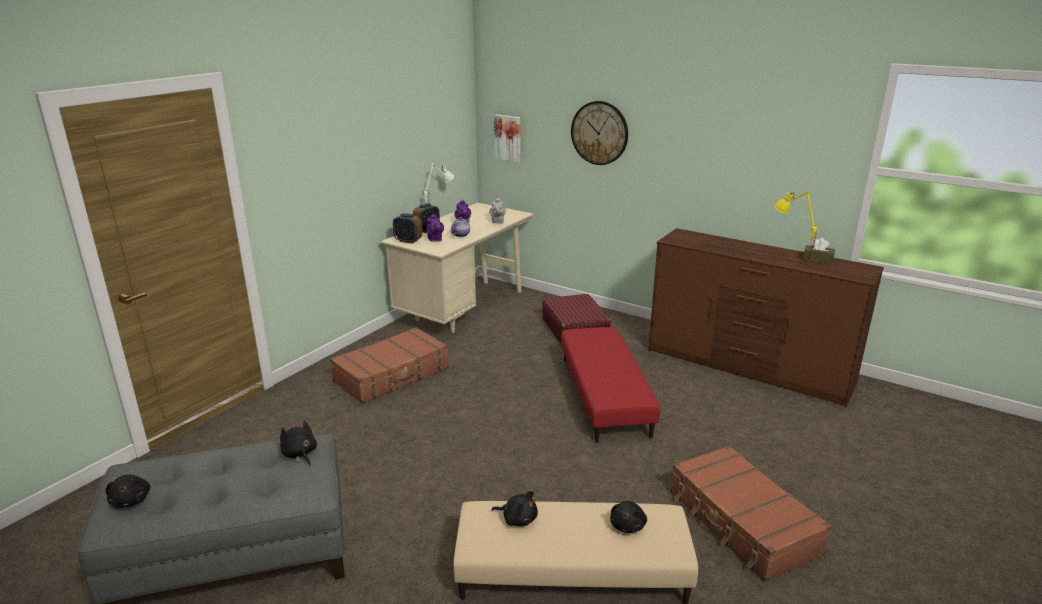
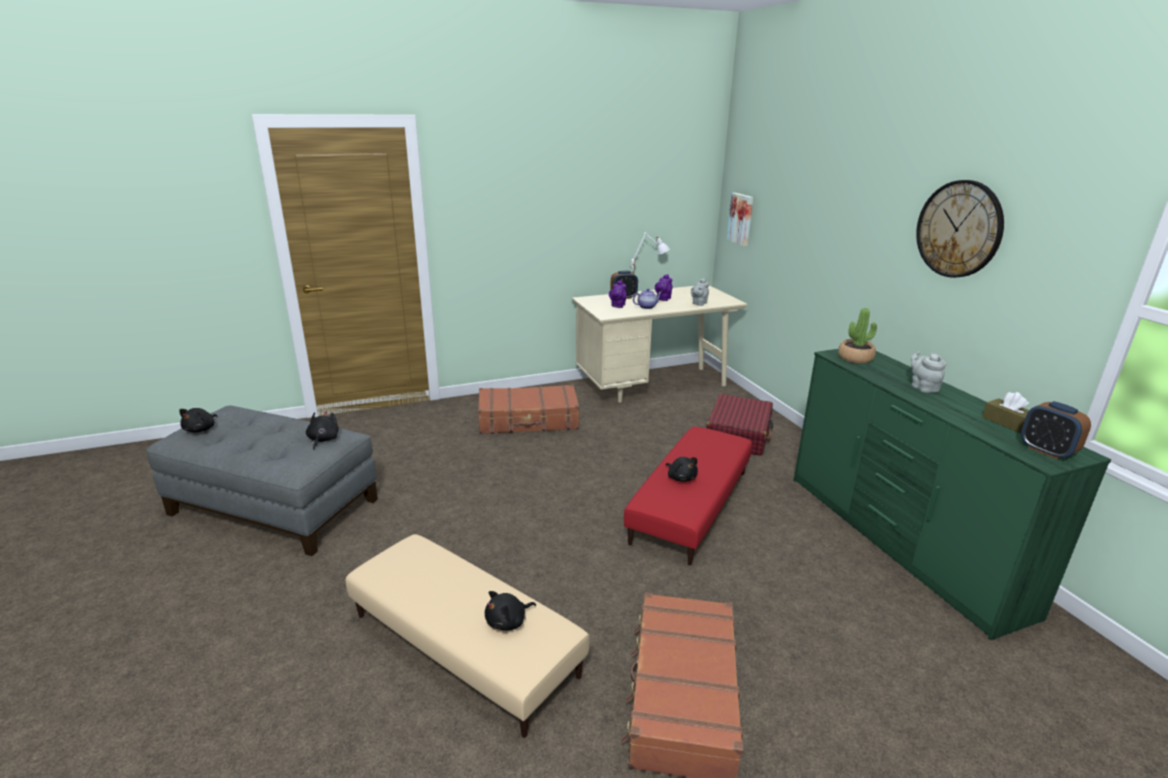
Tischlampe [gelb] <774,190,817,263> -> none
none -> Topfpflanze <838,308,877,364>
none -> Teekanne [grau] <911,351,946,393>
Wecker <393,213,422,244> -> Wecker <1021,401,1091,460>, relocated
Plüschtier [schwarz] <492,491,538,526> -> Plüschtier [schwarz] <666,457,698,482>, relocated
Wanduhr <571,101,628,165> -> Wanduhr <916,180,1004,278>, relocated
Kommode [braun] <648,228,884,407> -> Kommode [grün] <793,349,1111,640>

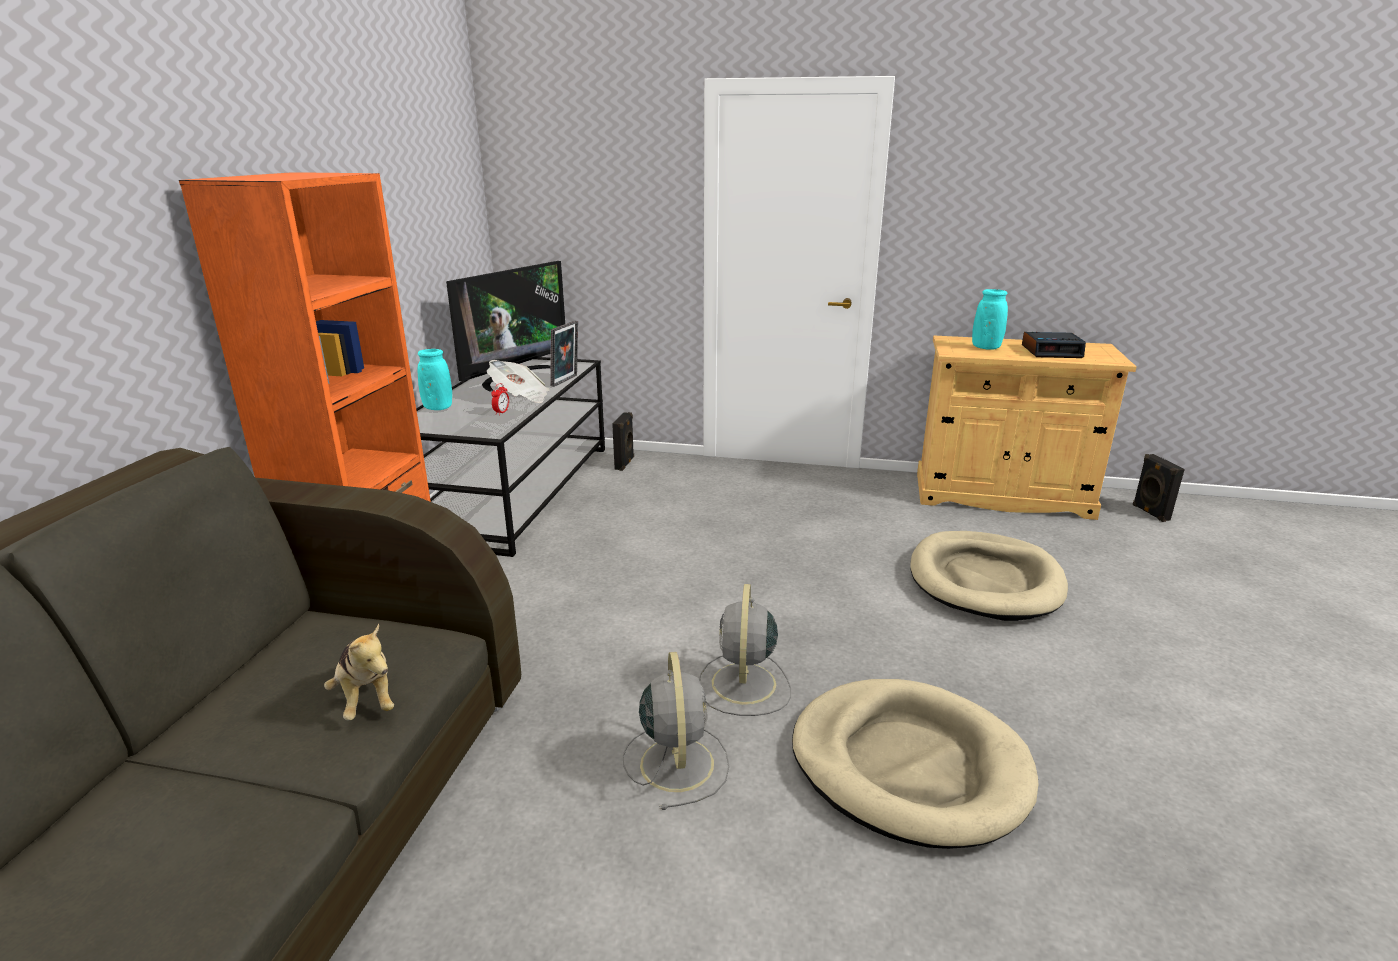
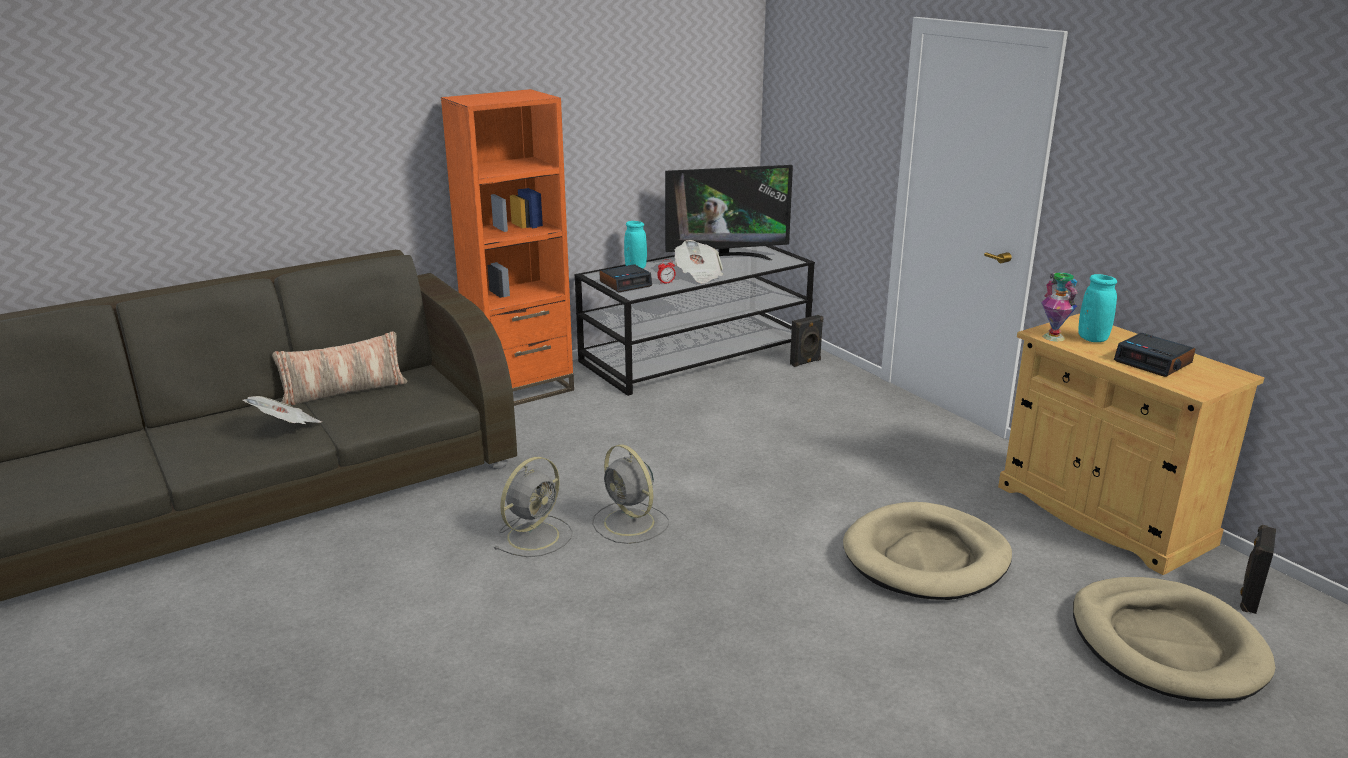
Plüschtier <324,624,394,720> -> none
Bilderrahmen <550,321,578,387> -> none
none -> Zeitung <243,396,322,424>
none -> Kissen <272,331,407,405>
none -> Wecker <599,264,652,292>
none -> Vase <1041,273,1078,342>
Hundebett [beige] <792,679,1039,849> -> Hundebett [beige] <1073,577,1275,702>, relocated
Ventilator [grau] <699,584,791,716> -> Ventilator [grau] <592,444,669,544>, 90 degrees counterclockwise

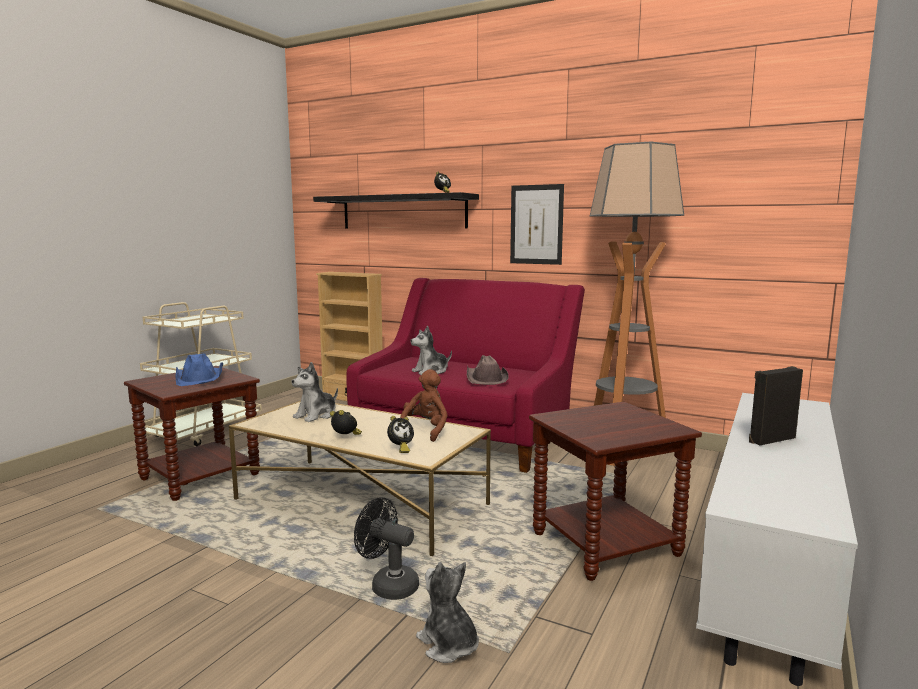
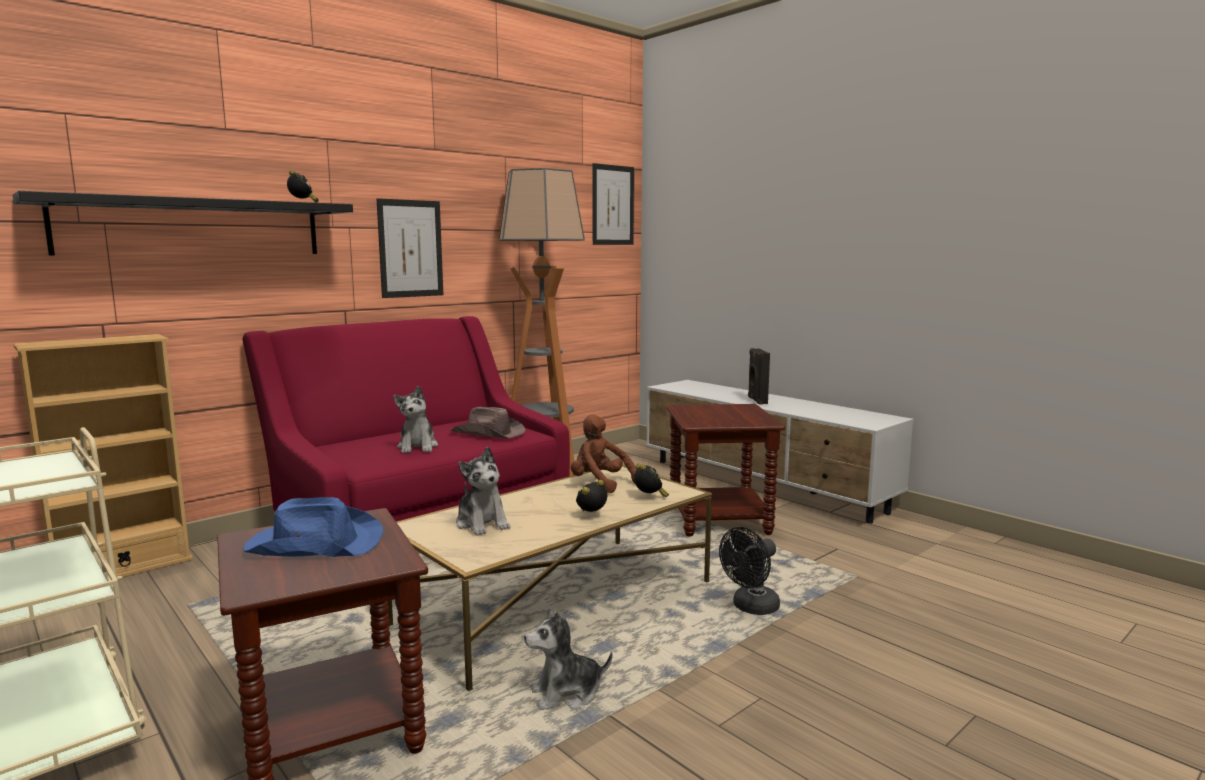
none -> Bild <592,163,634,245>
Plüschtier <416,562,479,663> -> Plüschtier <524,608,612,710>, relocated

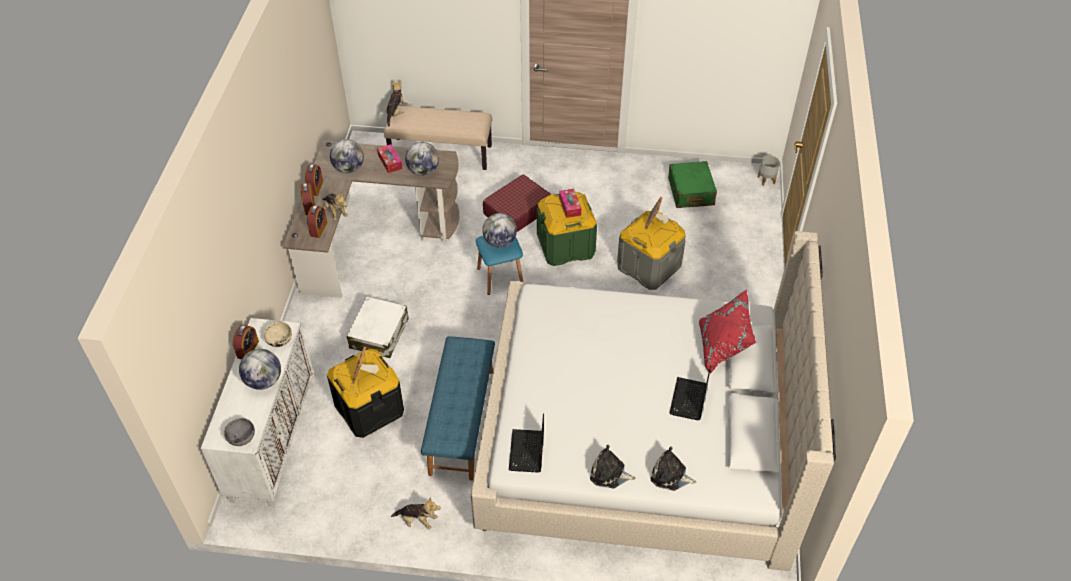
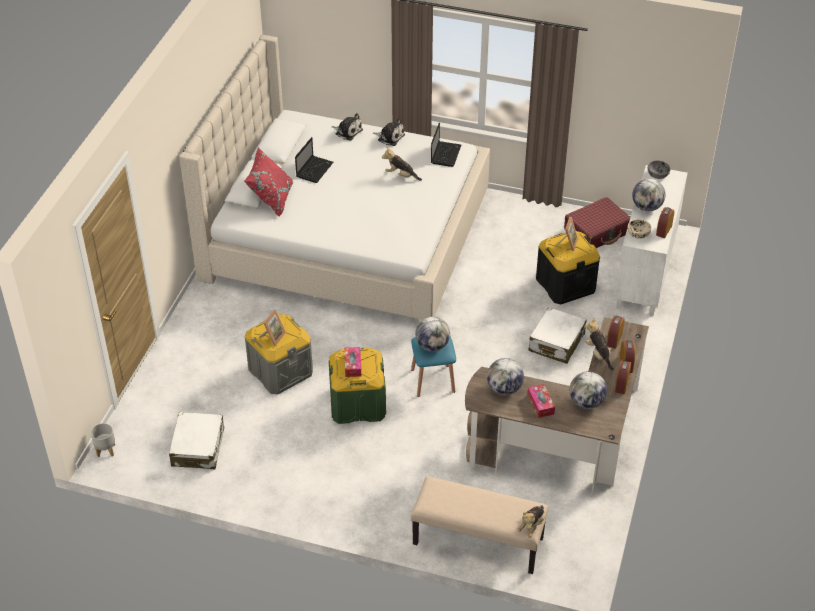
Bank [blau] <421,336,495,481> -> none
Plüschtier <391,497,441,529> -> Plüschtier <382,147,422,181>, relocated
Koffer [rot] <483,174,551,232> -> Koffer [rot] <564,197,631,248>, relocated
Koffer [grün] <668,161,717,208> -> Koffer [weiß] <169,412,224,469>

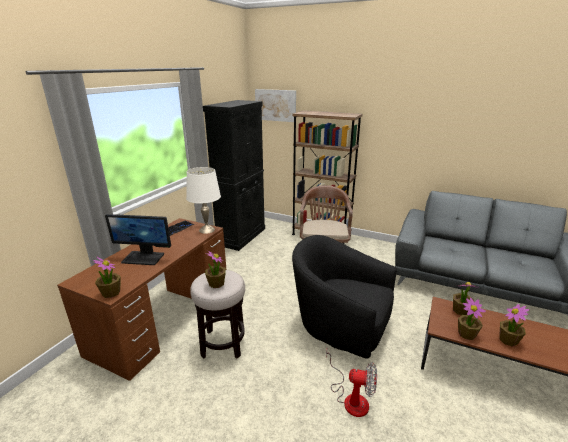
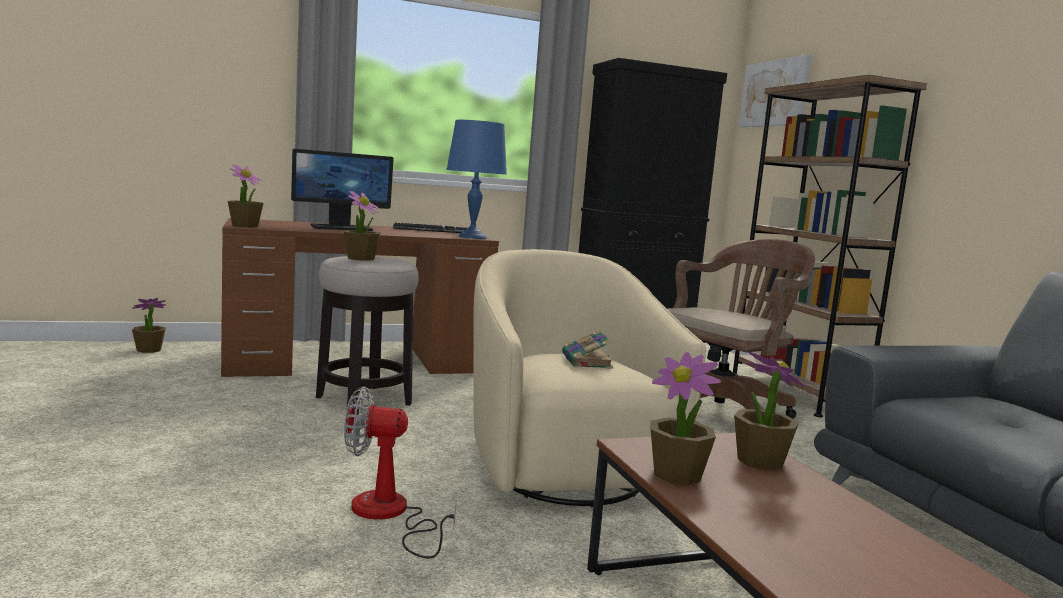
none -> Buch <562,330,613,369>
Topfpflanze <499,304,529,346> -> Topfpflanze <132,298,166,353>, relocated
Tischlampe [weiß] <186,167,221,234> -> Tischlampe [blau] <446,120,507,239>
Sessel [schwarz] <292,235,397,359> -> Sessel [beige] <473,249,706,507>
Monitor <105,214,171,265> -> Monitor <291,149,394,231>, 75 degrees counterclockwise
Ventilator <326,350,377,417> -> Ventilator <344,387,457,558>, 120 degrees clockwise

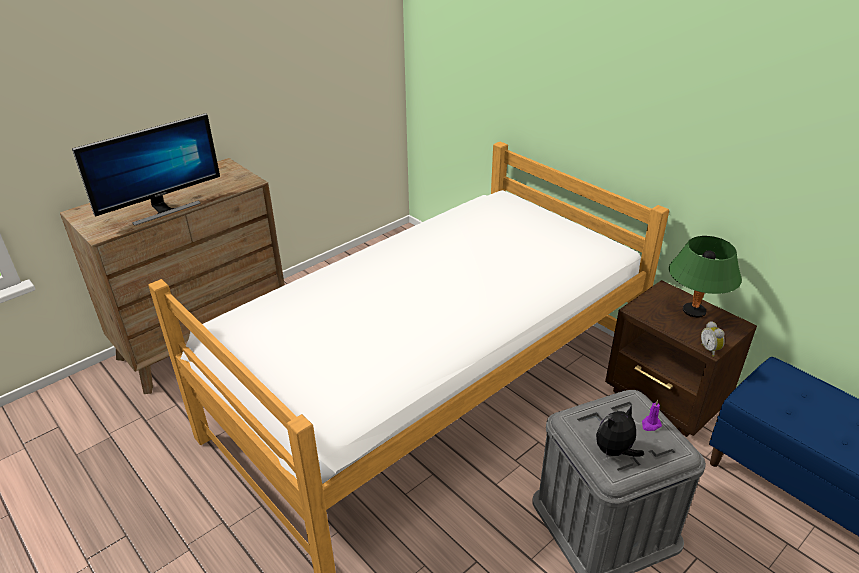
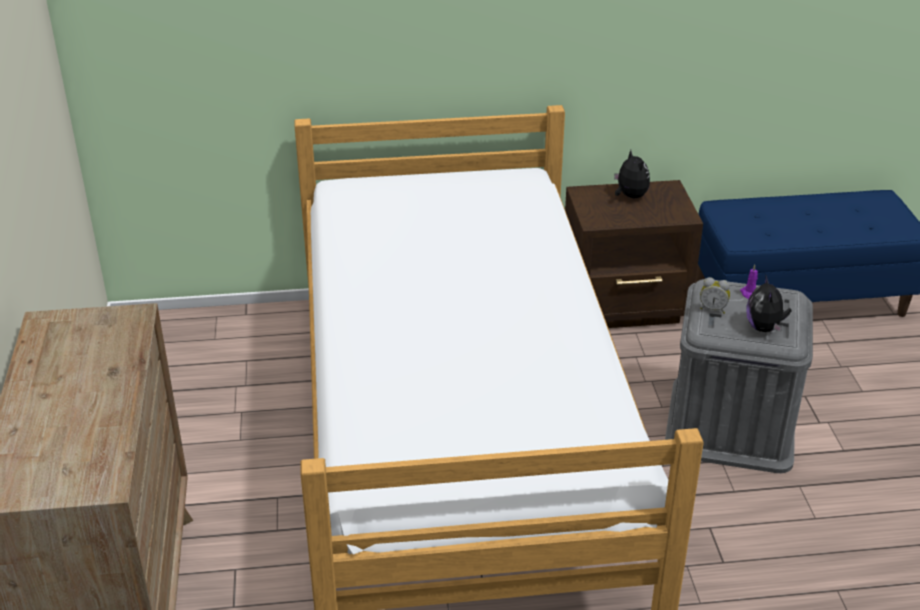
Monitor <72,113,220,226> -> none
Wecker <701,321,725,357> -> Wecker <700,277,730,314>, relocated
Tischlampe [grün] <669,236,742,318> -> Plüschtier <614,150,650,198>

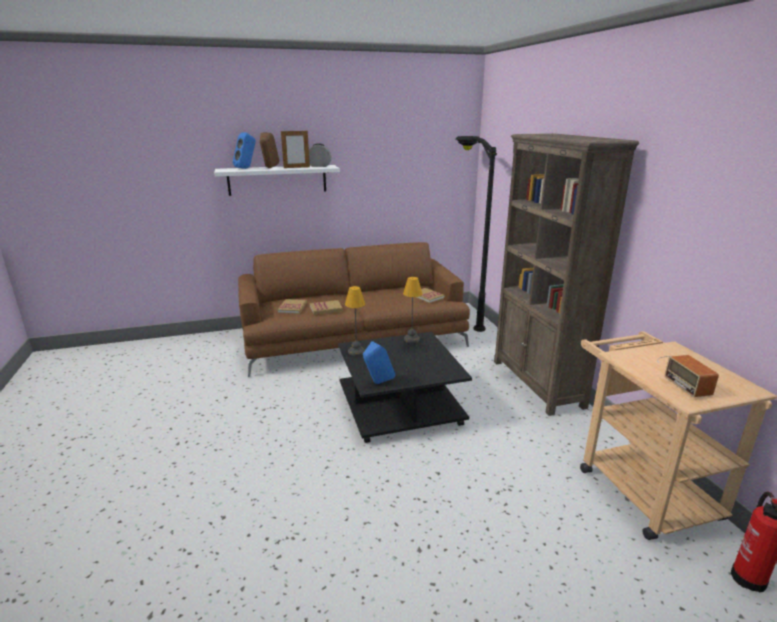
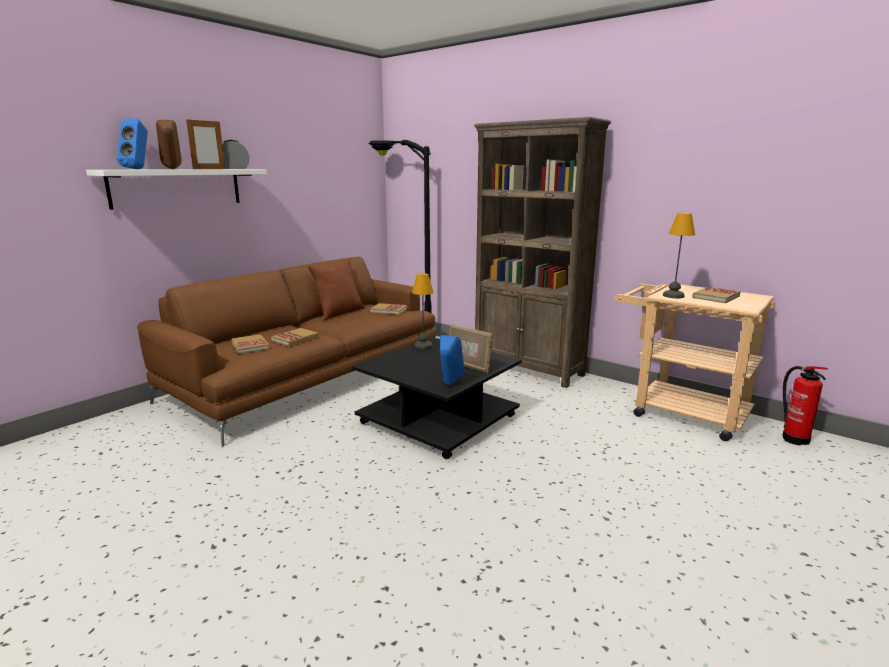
none -> Kissen [braun] <308,259,365,320>
none -> Bilderrahmen <449,324,493,374>
Tischlampe <345,286,365,356> -> Tischlampe <663,213,695,298>, relocated
Radio <657,355,719,397> -> Buch <692,287,741,303>

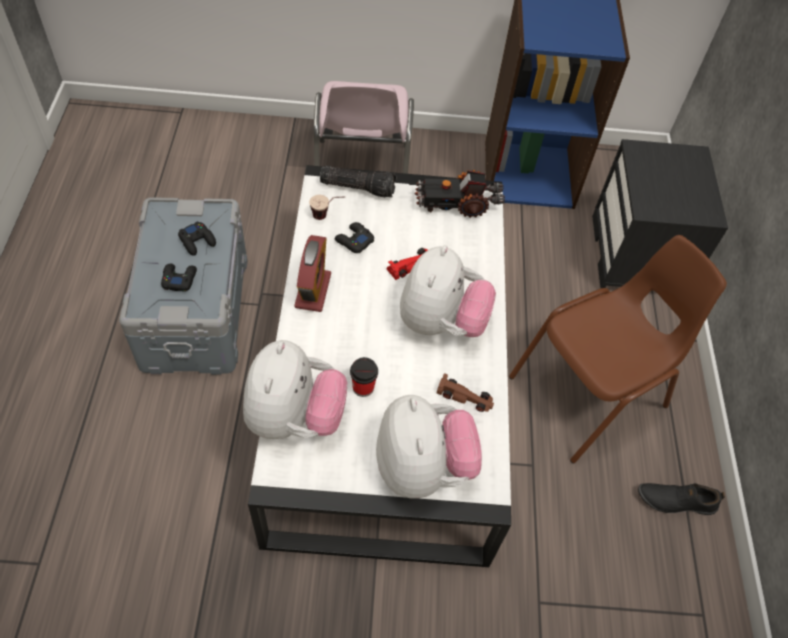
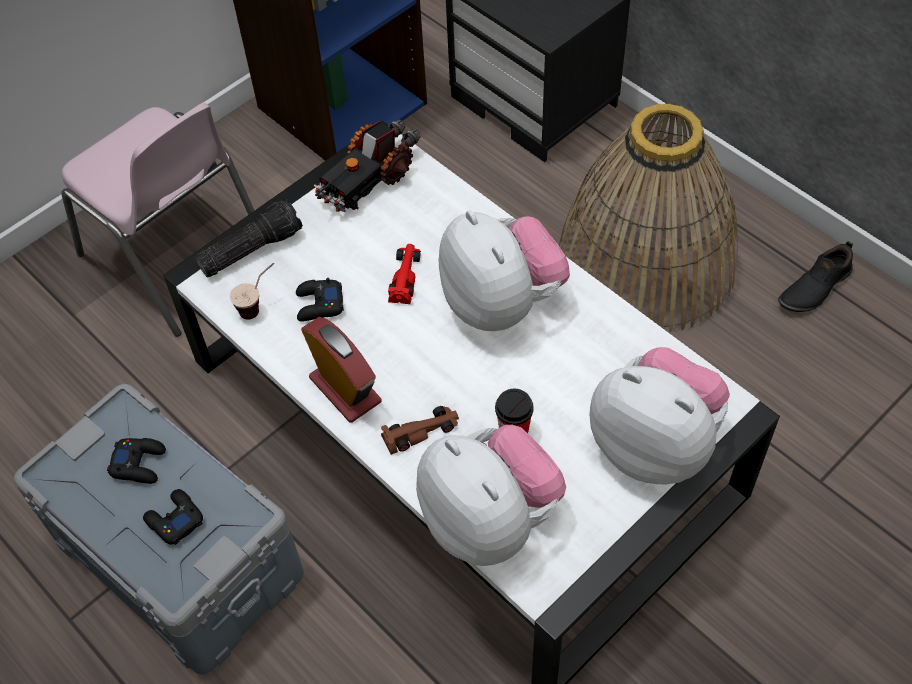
Spielzeugauto [braun] <437,373,494,412> -> Spielzeugauto [braun] <381,406,459,455>, relocated
Stuhl [braun] <509,235,727,463> -> Korb <559,104,738,332>

